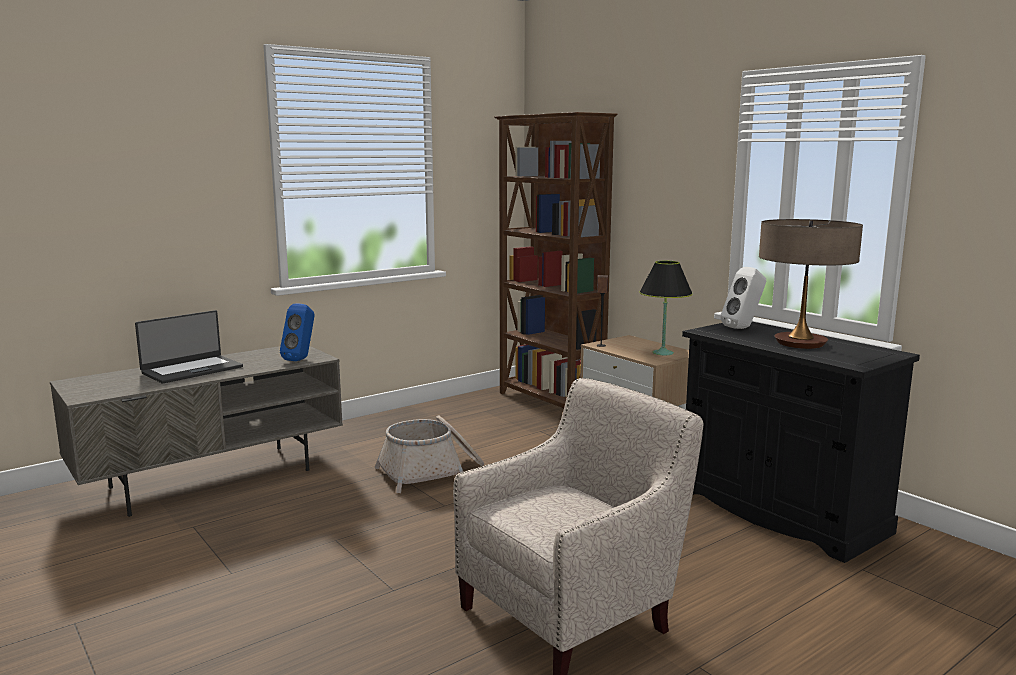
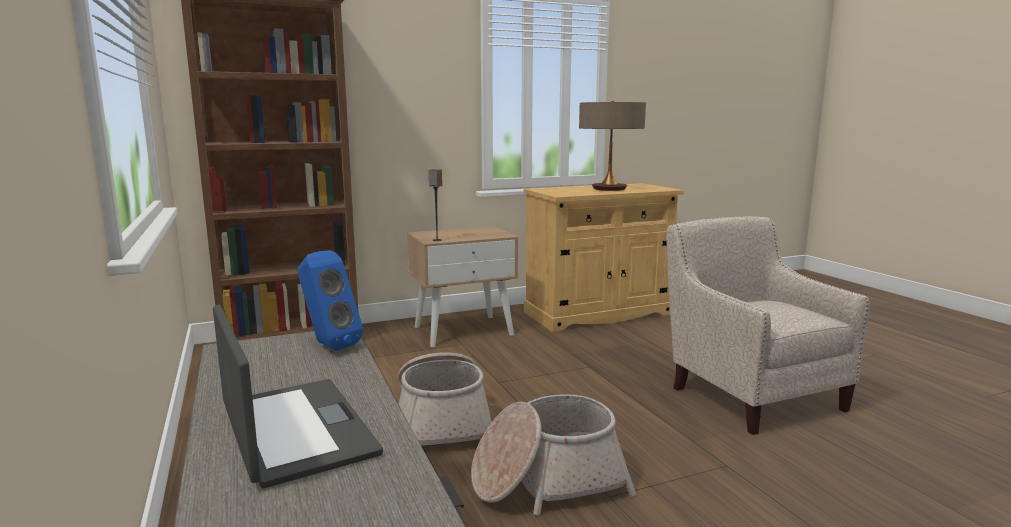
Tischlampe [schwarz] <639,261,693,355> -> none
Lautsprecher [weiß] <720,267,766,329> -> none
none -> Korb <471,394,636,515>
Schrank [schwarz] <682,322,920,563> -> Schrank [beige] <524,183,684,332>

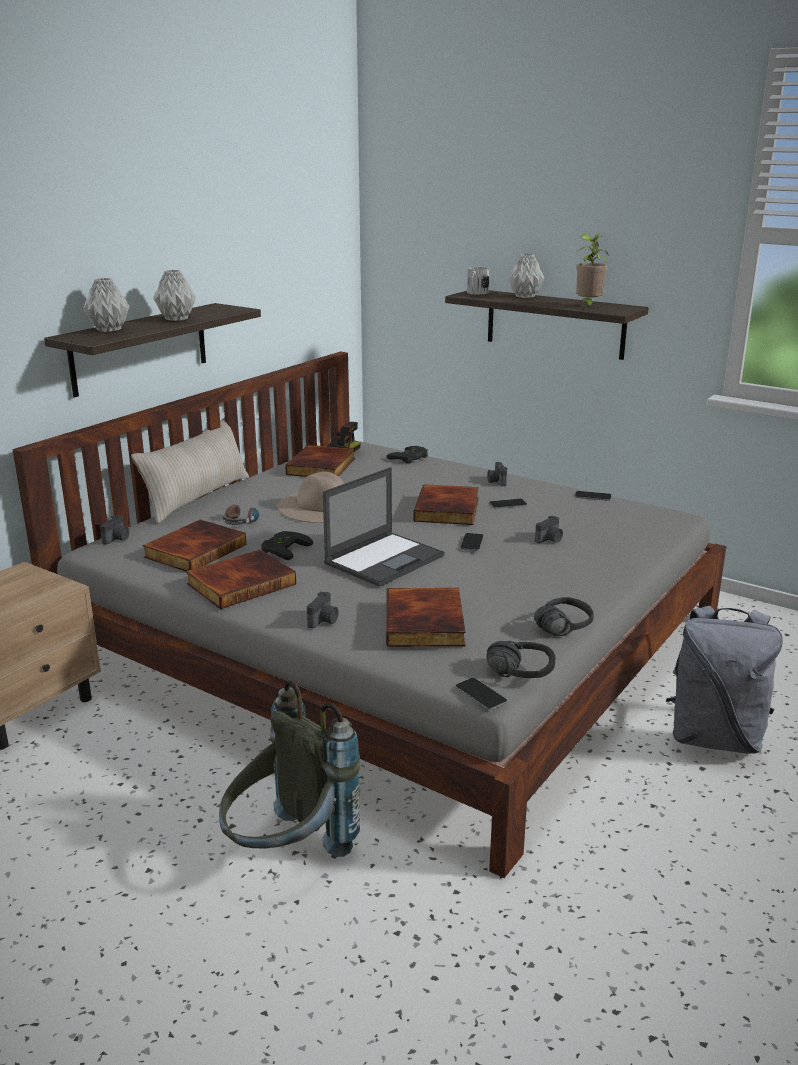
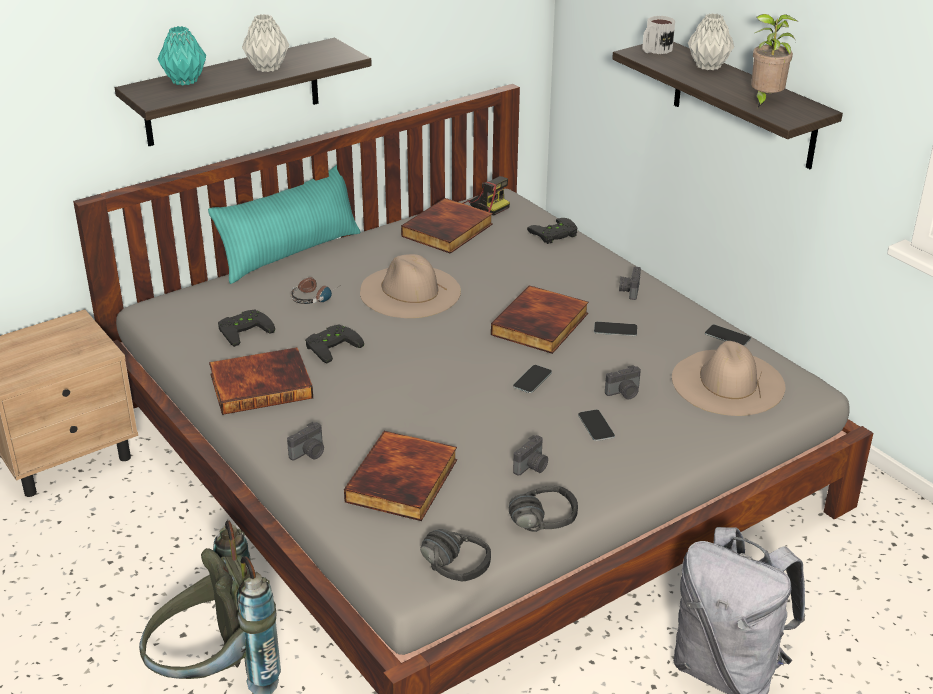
Laptop <323,467,444,587> -> none
none -> Hut [beige] <672,341,785,416>
Kamera <100,515,129,545> -> Kamera <513,435,548,476>, relocated
Handy <456,678,507,710> -> Handy <578,410,615,441>, relocated
Buch <143,520,246,571> -> Gamepad [schwarz] <218,309,275,347>
Vase [grau] <84,278,130,332> -> Vase [türkis] <158,26,206,86>
Kissen [beige] <131,417,249,523> -> Kissen [türkis] <208,165,361,284>

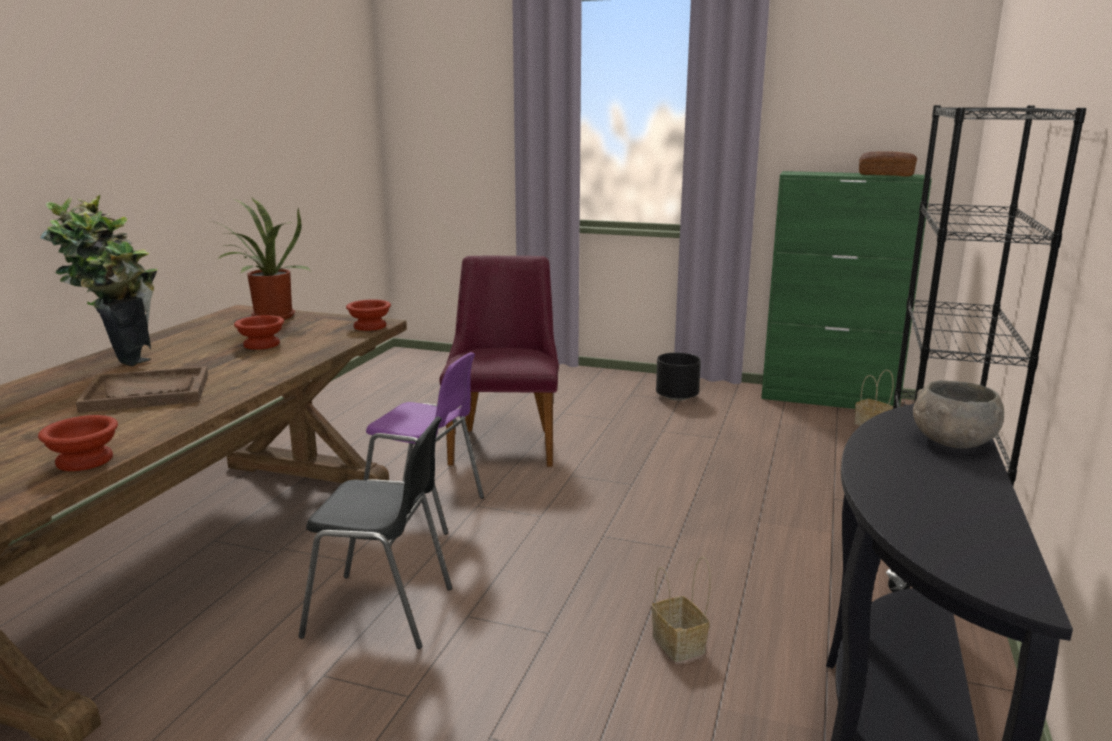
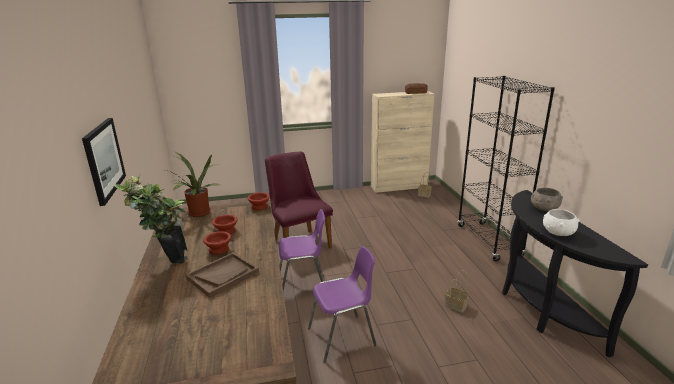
Pflanzkübel [schwarz] <656,353,701,401> -> none
none -> Bild <82,118,126,206>
none -> Schüssel [weiß] <543,209,579,236>
Schüssel [braun] <38,415,118,471> -> Schüssel [braun] <203,231,231,255>, relocated
Stuhl [schwarz] <298,417,452,649> -> Stuhl [lila] <308,246,376,363>
Schrank [grün] <761,171,932,409> -> Schrank [beige] <371,91,435,193>

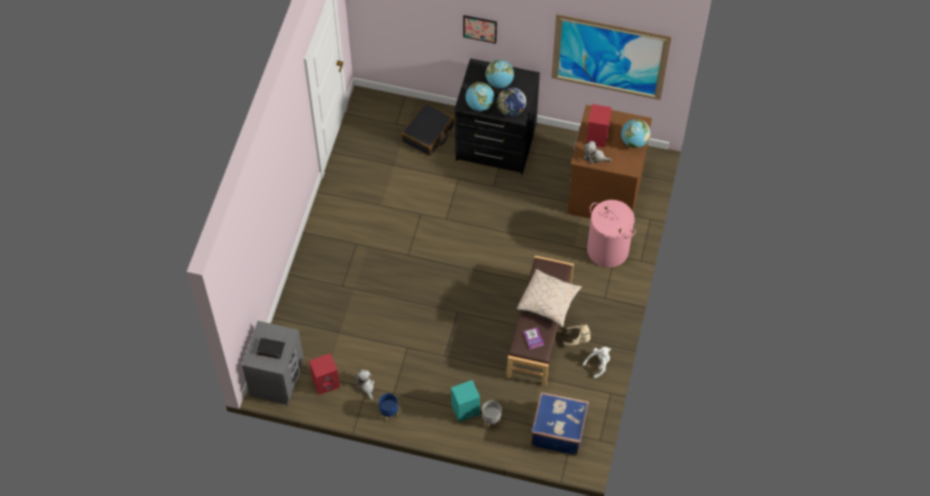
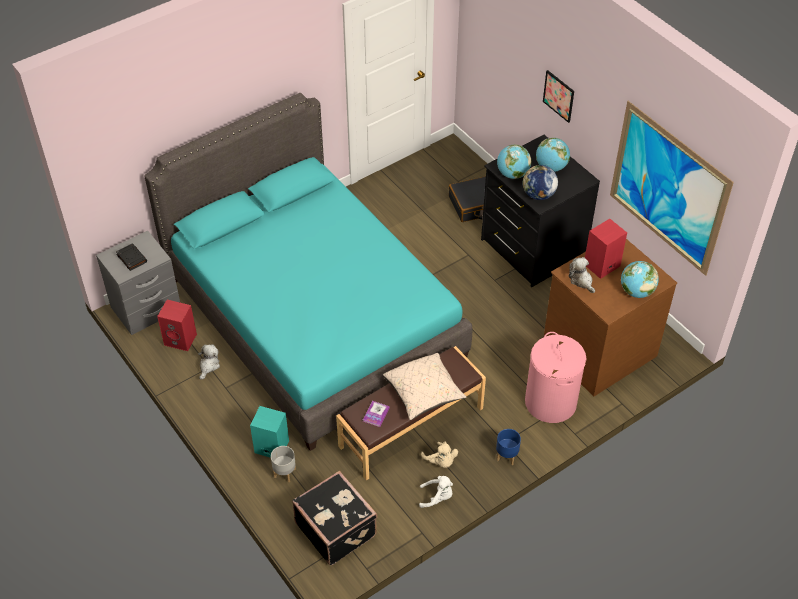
none -> Bett [türkis] <144,93,472,451>
Pflanzkübel [blau] <379,393,398,421> -> Pflanzkübel [blau] <496,429,521,465>, relocated
Koffer [blau] <531,392,589,455> -> Koffer [schwarz] <292,471,377,565>

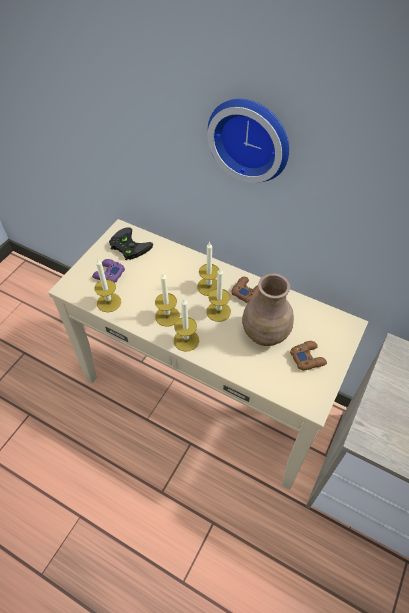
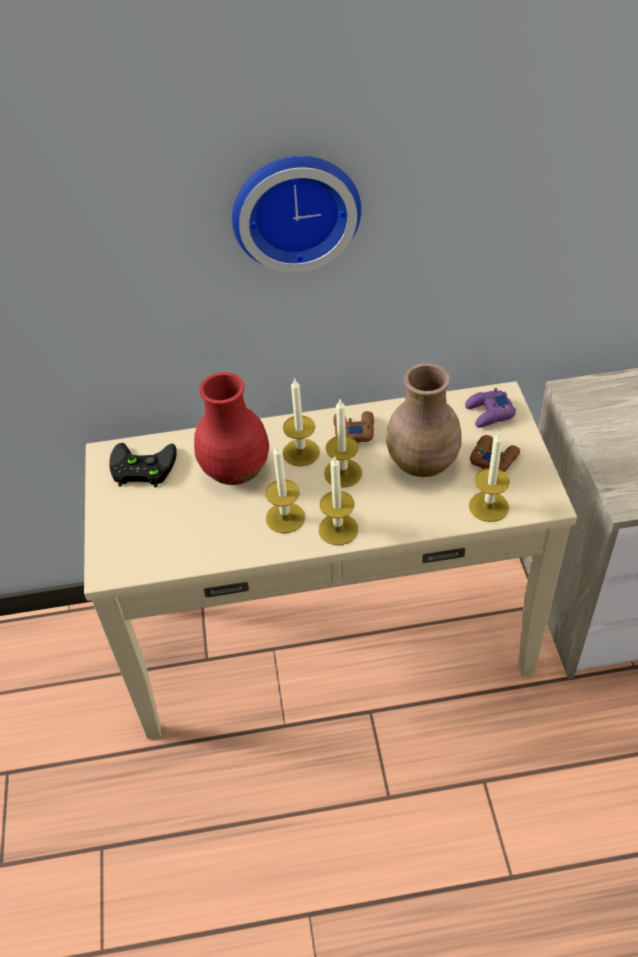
none -> Vase [rot] <194,372,269,485>
Gamepad [lila] <92,259,125,283> -> Gamepad [lila] <465,388,516,428>, relocated
Kerze <94,258,121,312> -> Kerze <469,433,510,522>, relocated

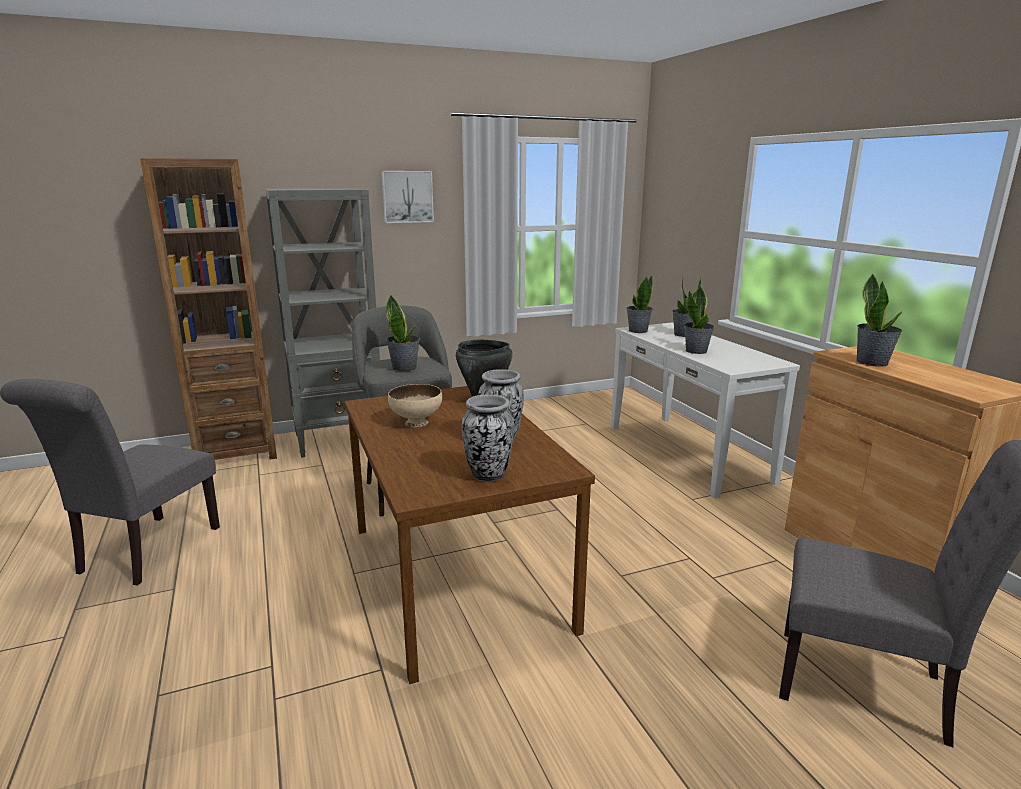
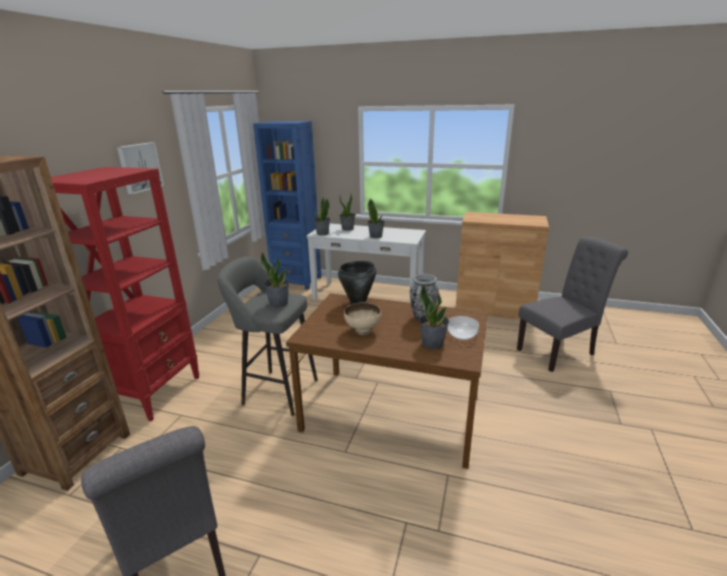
none -> Bücherregal [blau] <253,121,322,290>
Topfpflanze <856,273,902,367> -> Topfpflanze <419,284,449,349>, relocated
Vase <462,394,514,482> -> Schüssel <447,316,479,340>
Bücherregal [grau] <265,188,380,458> -> Bücherregal [rot] <51,167,200,421>

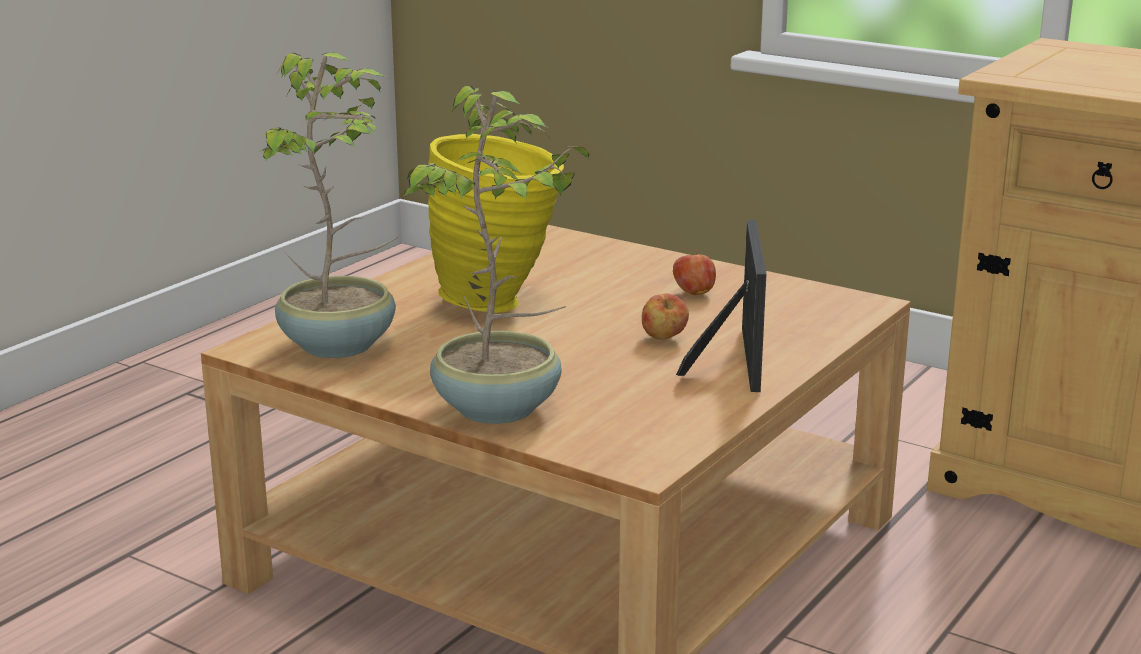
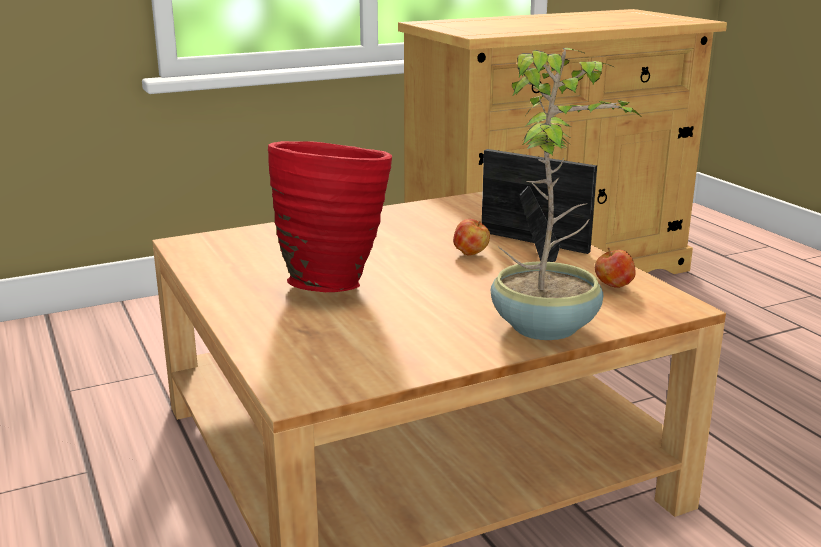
Topfpflanze <259,52,398,358> -> none
Apfel <673,250,716,295> -> Apfel <595,248,636,288>, relocated
Vase [gelb] <428,134,564,313> -> Vase [rot] <268,141,392,292>

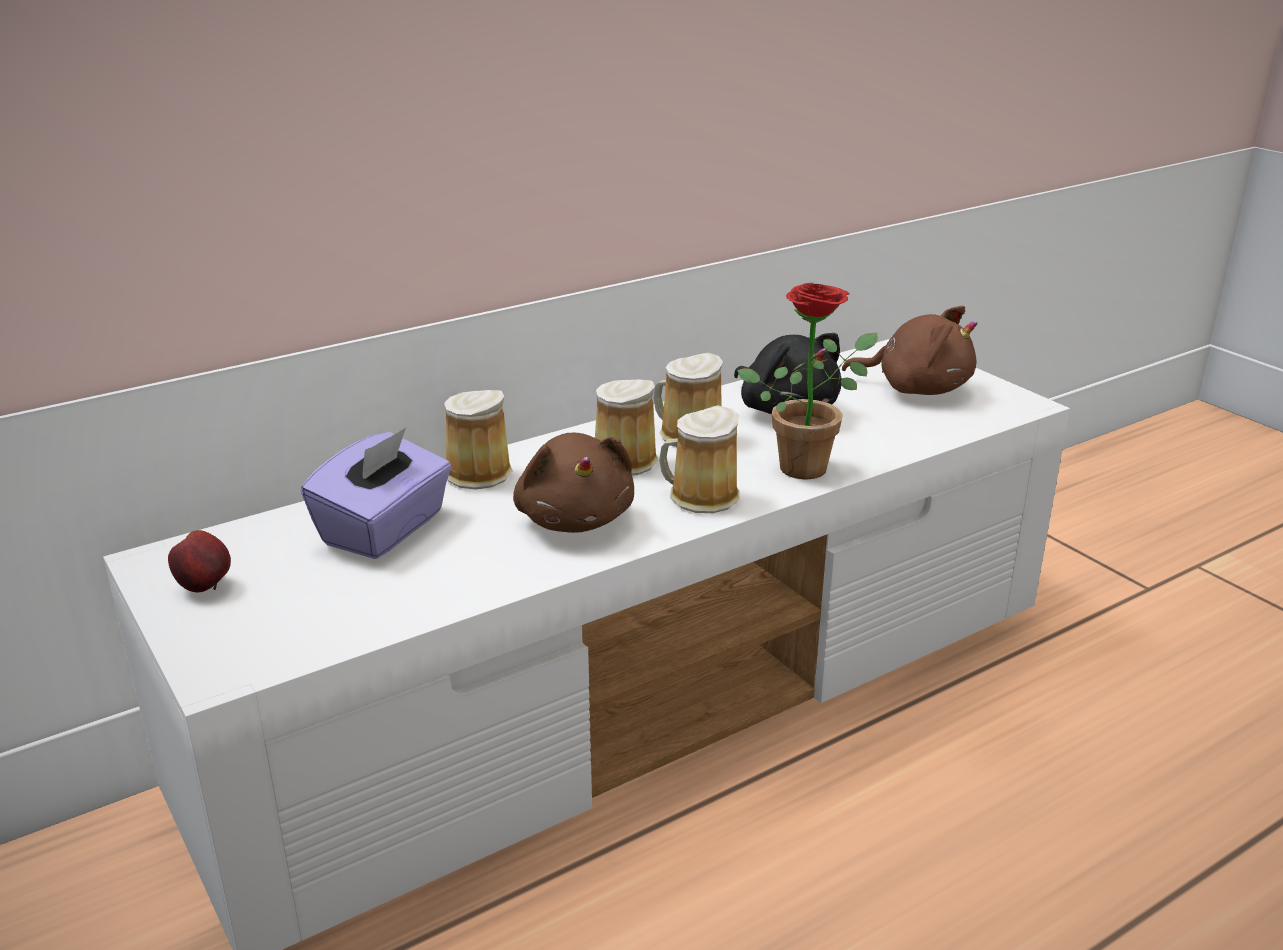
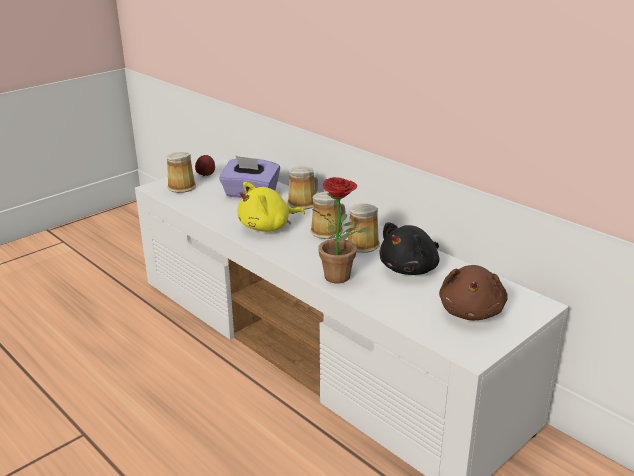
Henkelbecher <659,405,739,513> -> Henkelbecher <166,152,196,193>, relocated
Plüschtier [braun] <513,433,634,533> -> Plüschtier [gelb] <237,182,305,232>

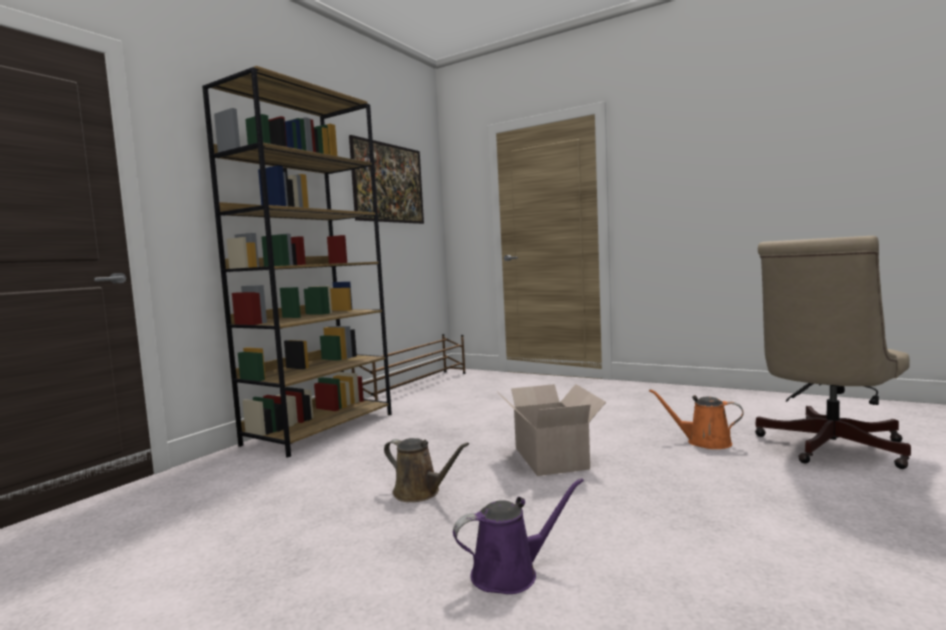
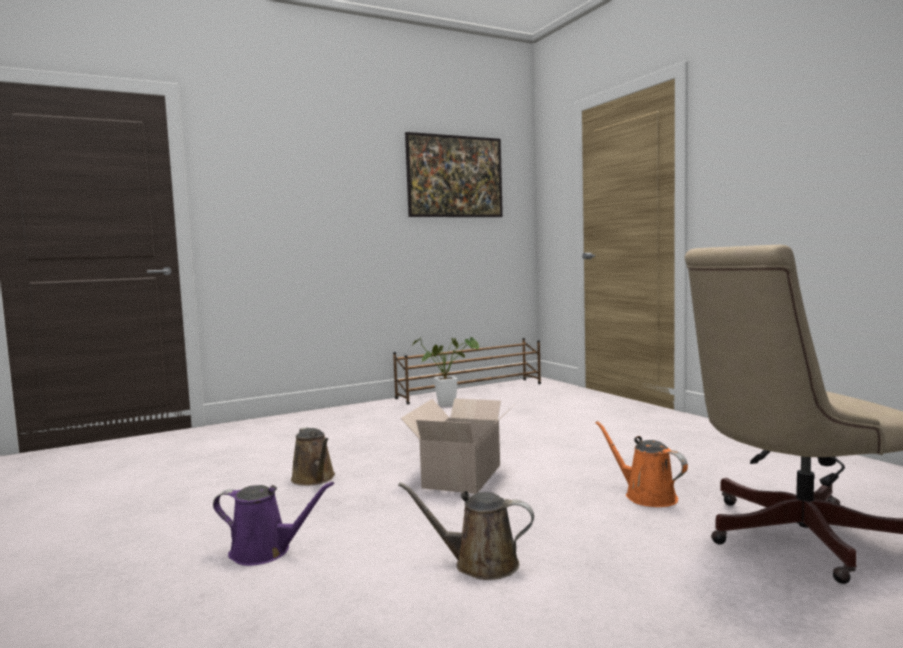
Bücherregal [braun] <202,66,392,458> -> none
none -> Gießkanne [braun] <398,482,534,580>
none -> Topfpflanze <412,336,479,407>

